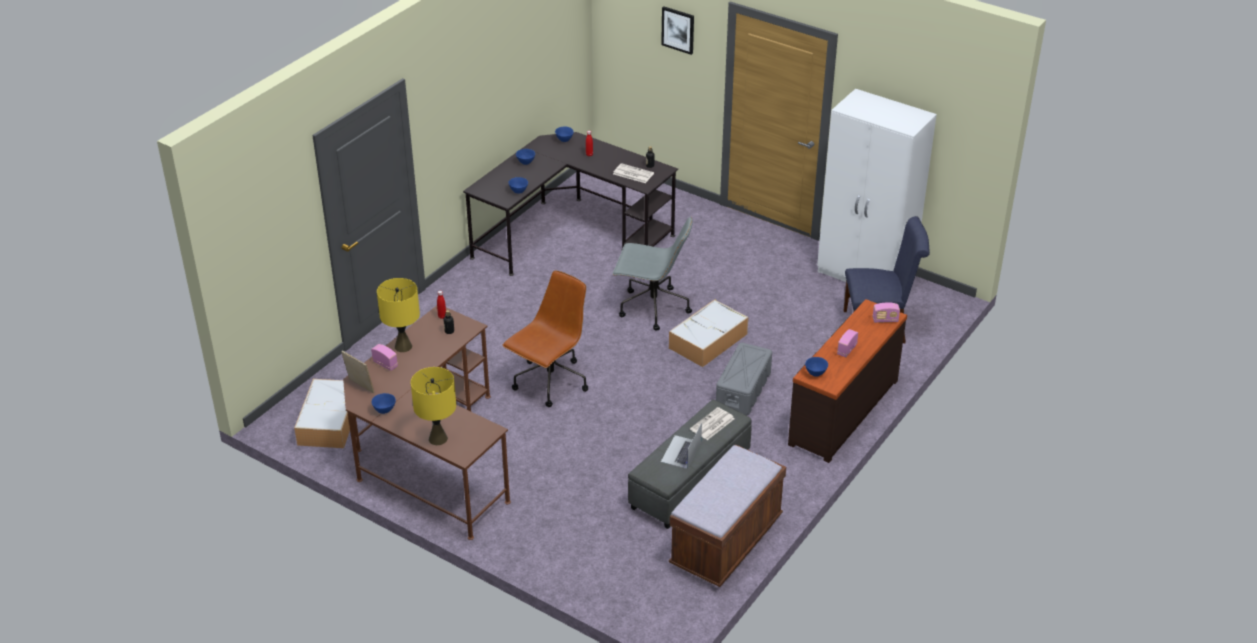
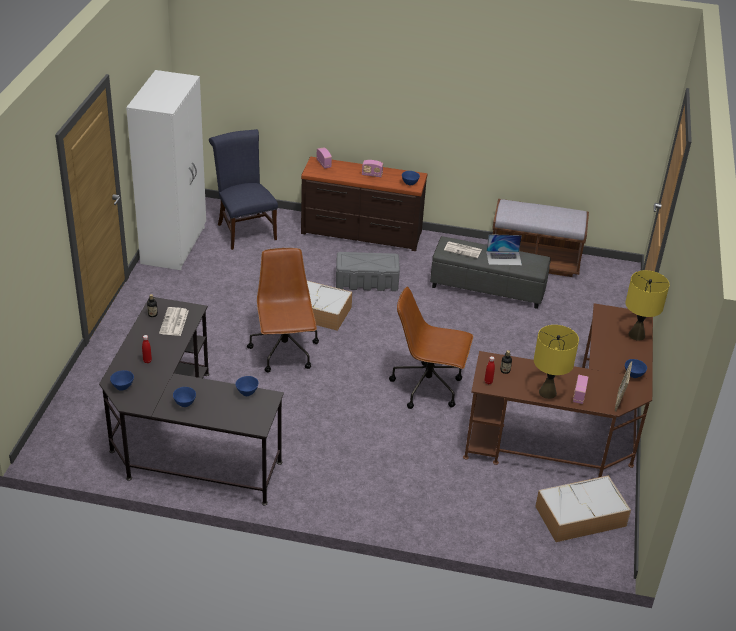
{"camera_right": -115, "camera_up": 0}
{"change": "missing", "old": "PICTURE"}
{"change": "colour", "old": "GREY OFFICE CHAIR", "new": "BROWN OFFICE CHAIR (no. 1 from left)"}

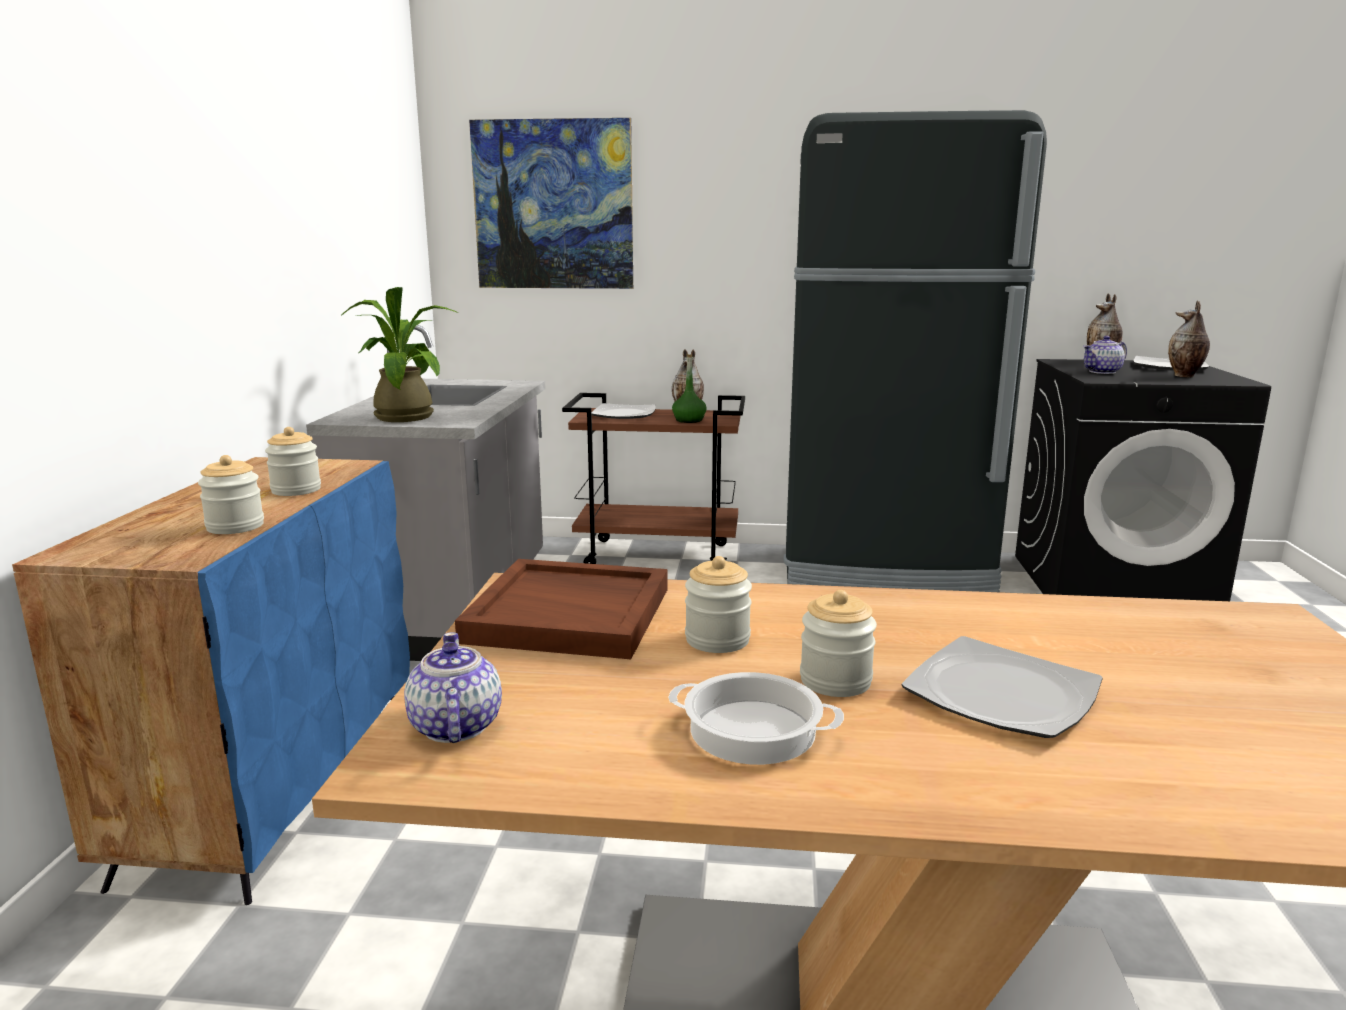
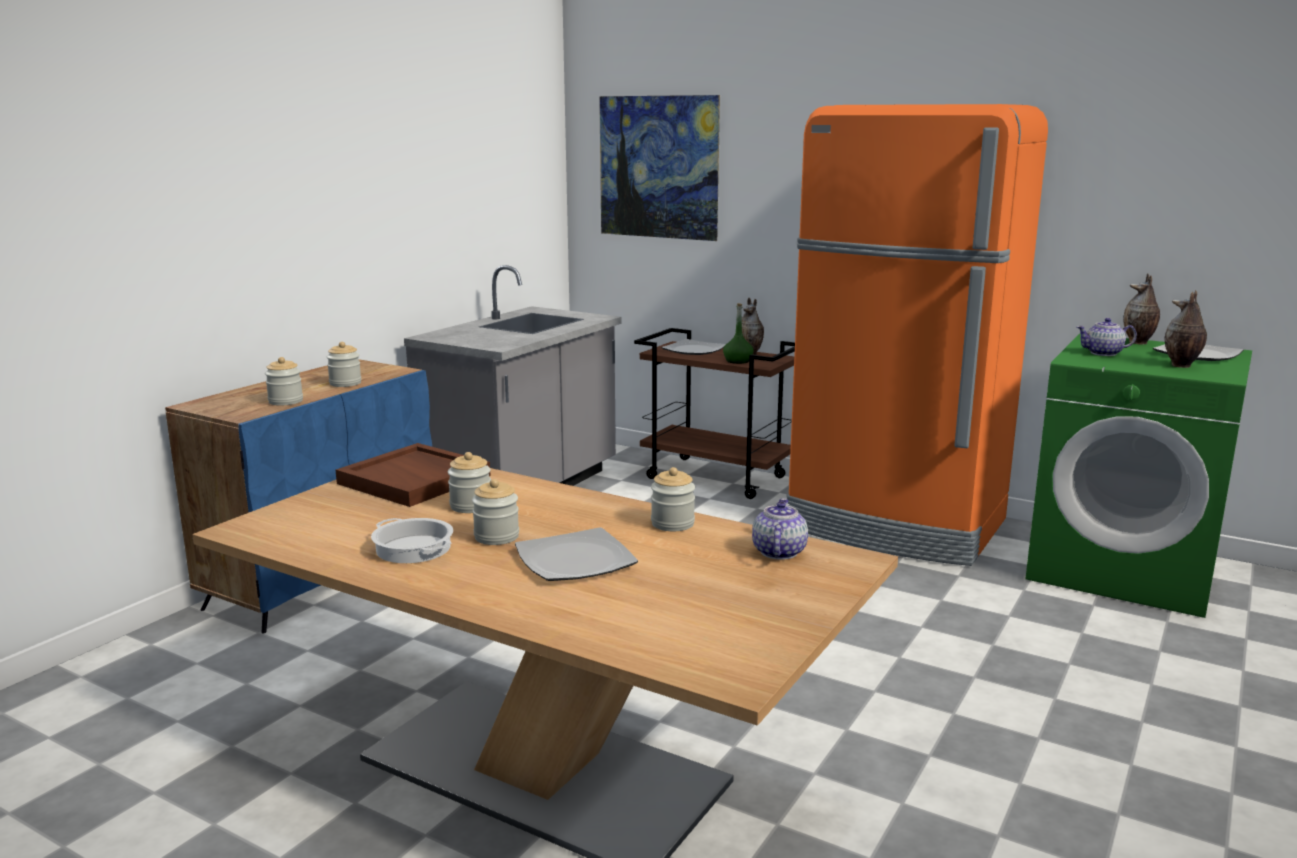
{"camera_right": 25, "camera_up": 0}
{"change": "missing", "old": "POTTED PLANT"}
{"change": "appeared", "new": "JAR (no. 5 from left)"}
{"change": "relocated", "old": "TEAPOT (no. 1 from left)"}
{"change": "colour", "old": "BLACK FRIDGE", "new": "ORANGE FRIDGE"}
{"change": "colour", "old": "BLACK WASHING MACHINE", "new": "GREEN WASHING MACHINE"}

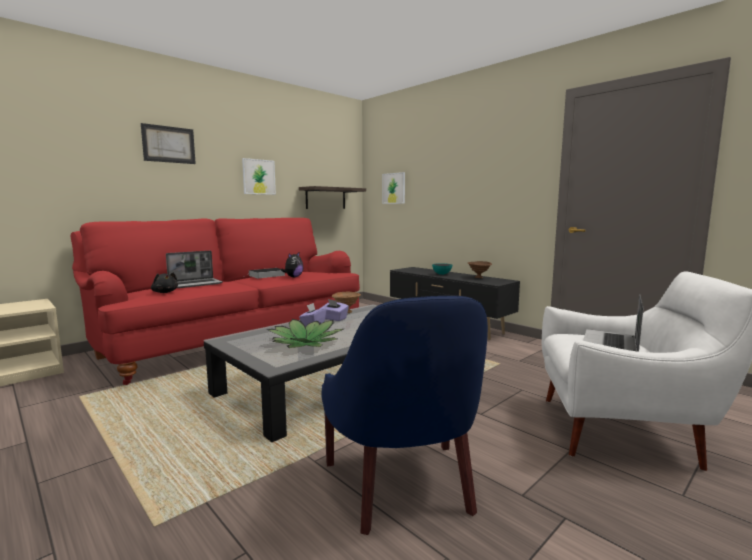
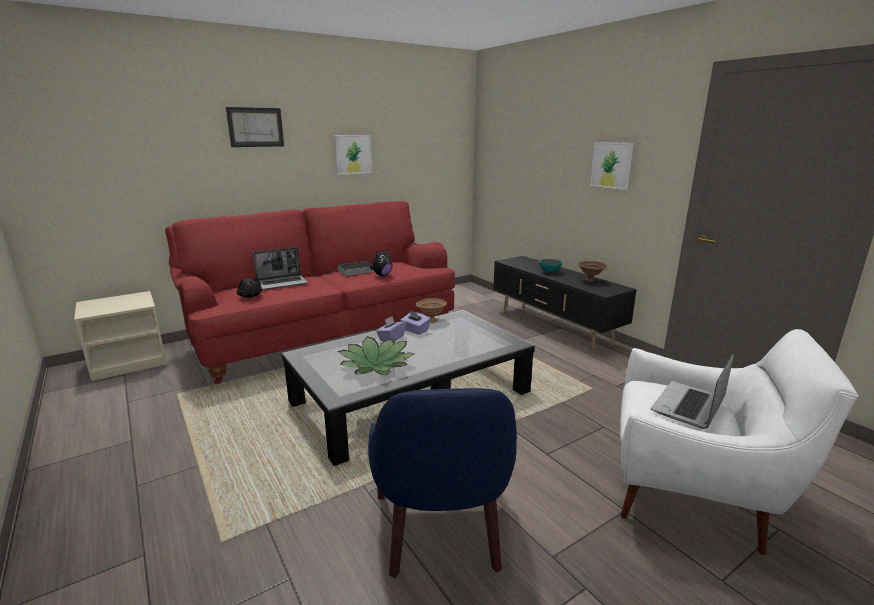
{"camera_right": 10, "camera_up": 10}
{"change": "missing", "old": "SHELF"}
{"change": "relocated", "old": "PICTURE (no. 3 from left)"}

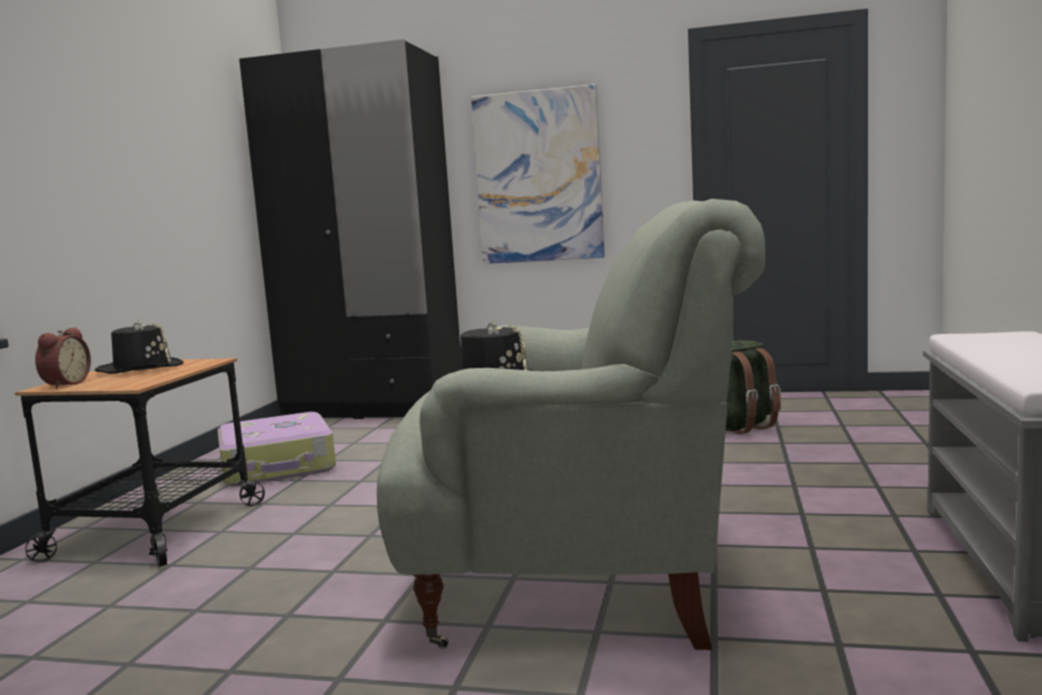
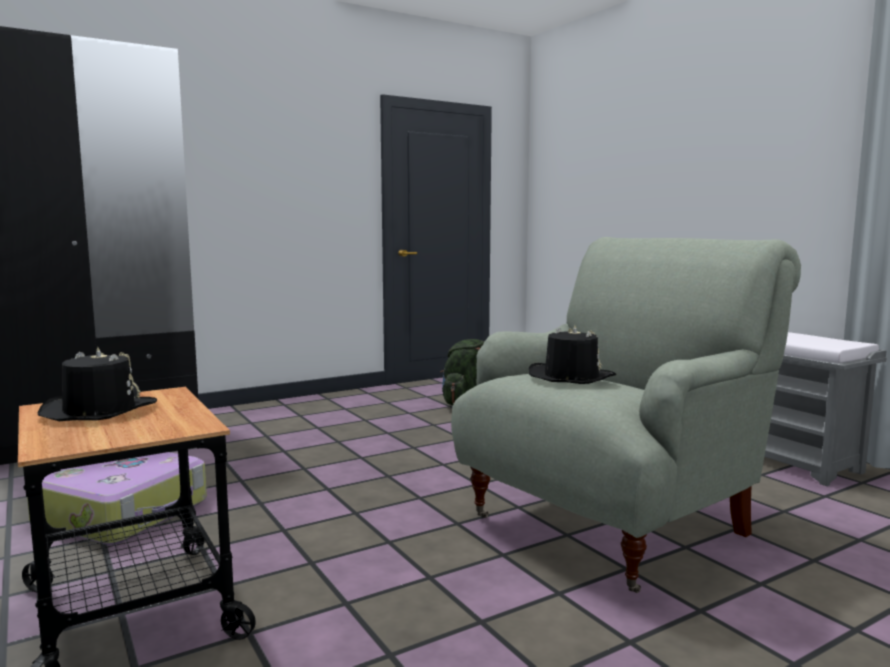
{"camera_right": -45, "camera_up": 0}
{"change": "missing", "old": "ALARM CLOCK"}
{"change": "missing", "old": "PICTURE"}

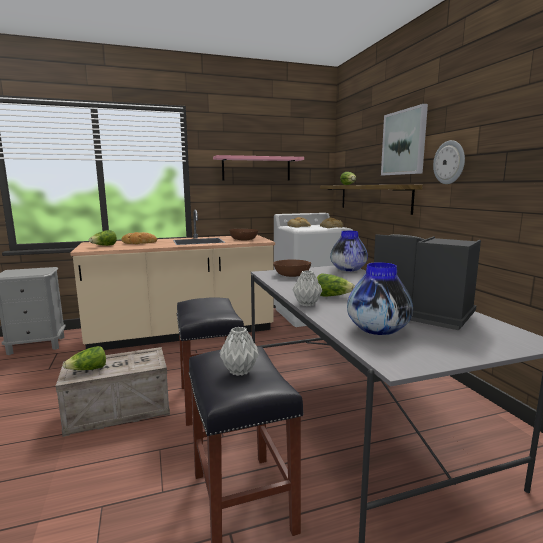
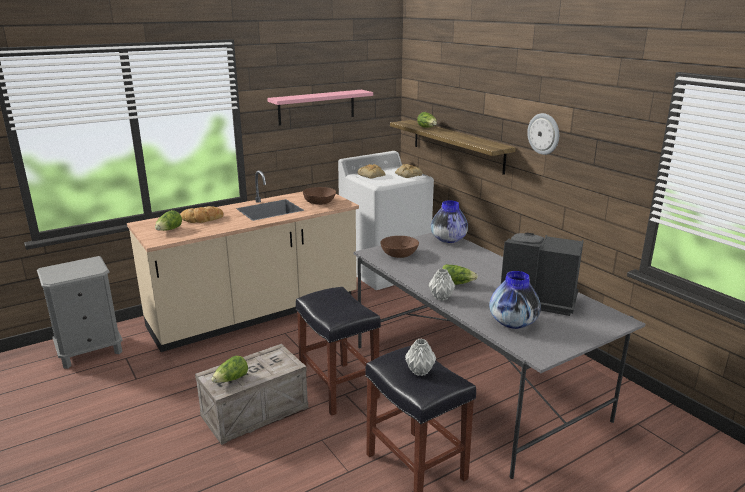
{"camera_right": -15, "camera_up": 10}
{"change": "missing", "old": "PICTURE"}

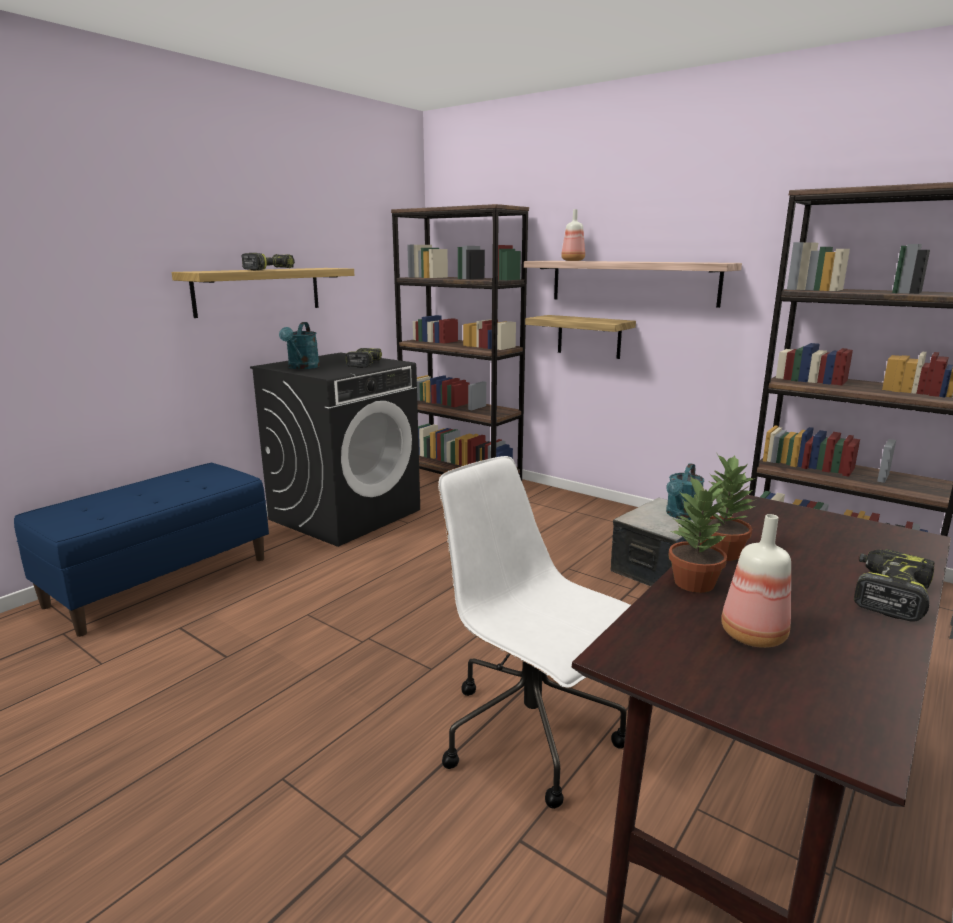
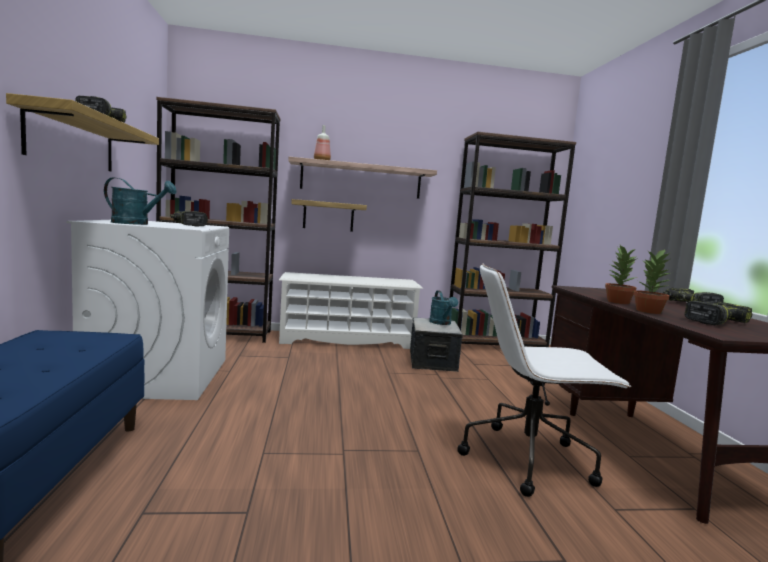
{"camera_right": -45, "camera_up": -10}
{"change": "appeared", "new": "WHITE SHOE RACK"}
{"change": "exchanged", "old": "BOTTLE (no. 2 from left)", "new": "POWER DRILL (no. 4 from left)"}
{"change": "colour", "old": "BLACK WASHING MACHINE", "new": "WHITE WASHING MACHINE"}
{"change": "spun", "old": "TURQUOISE WATERING CAN (no. 1 from left)", "degrees": -45}

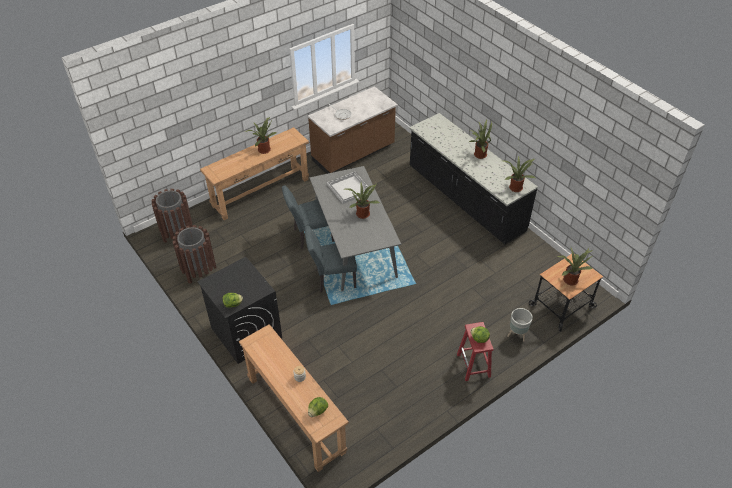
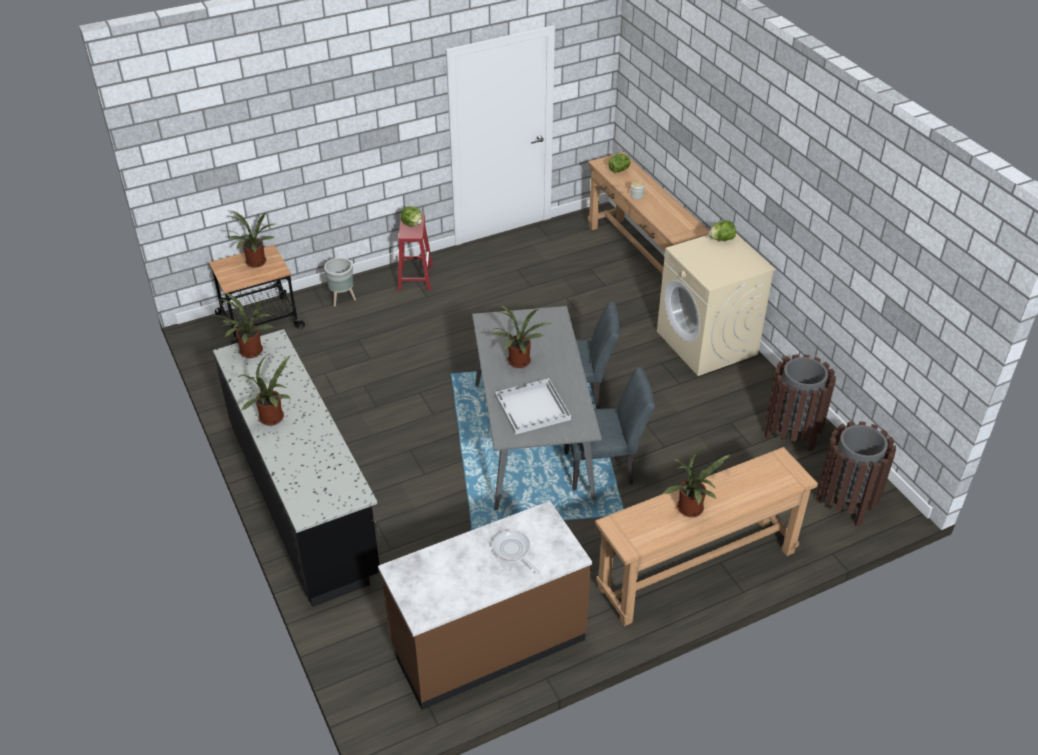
{"camera_right": -170, "camera_up": -5}
{"change": "colour", "old": "BLACK WASHING MACHINE", "new": "BEIGE WASHING MACHINE"}

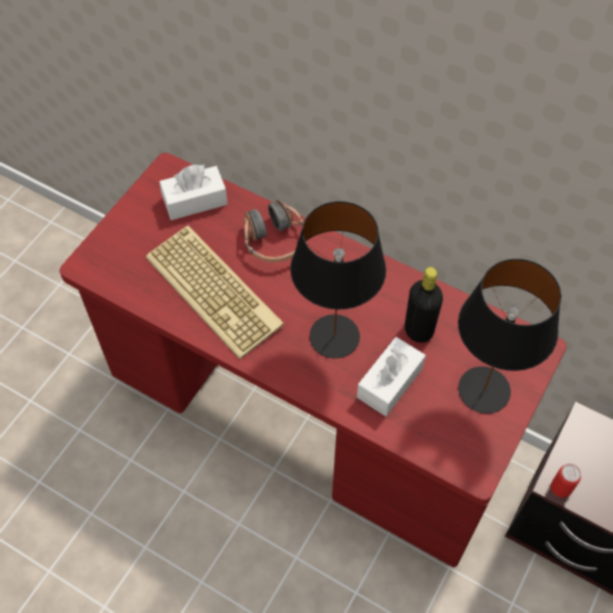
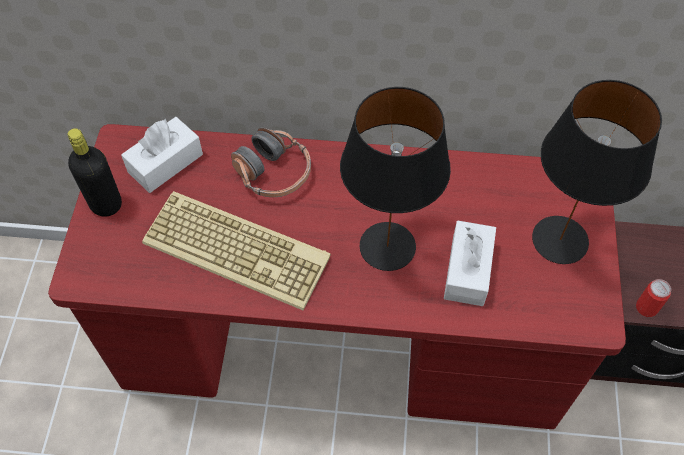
{"camera_right": -25, "camera_up": 0}
{"change": "relocated", "old": "BLACK BOTTLE"}

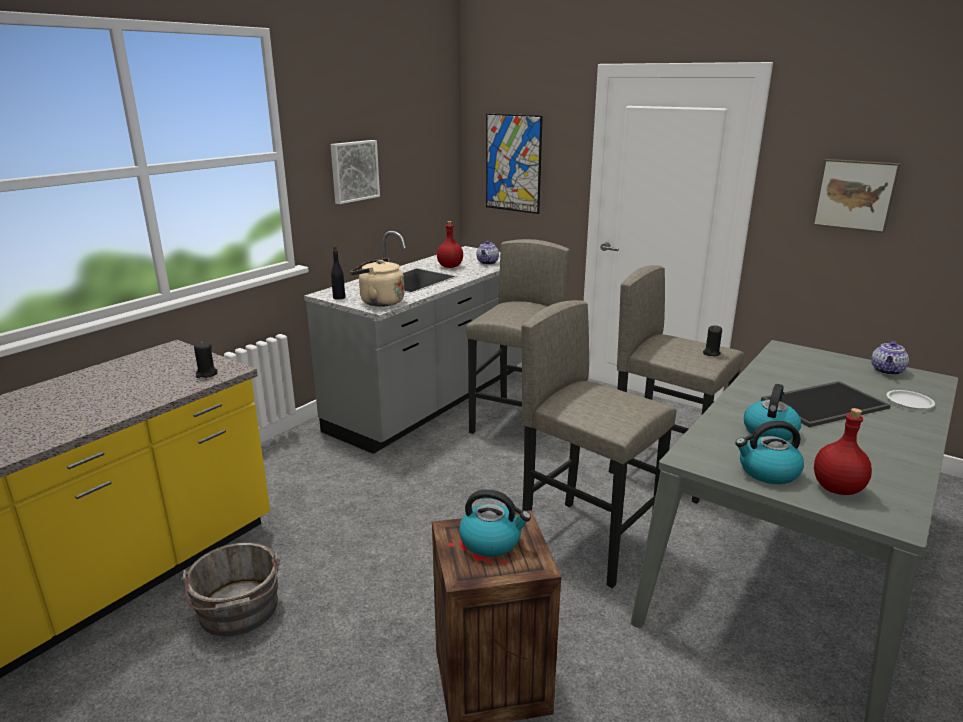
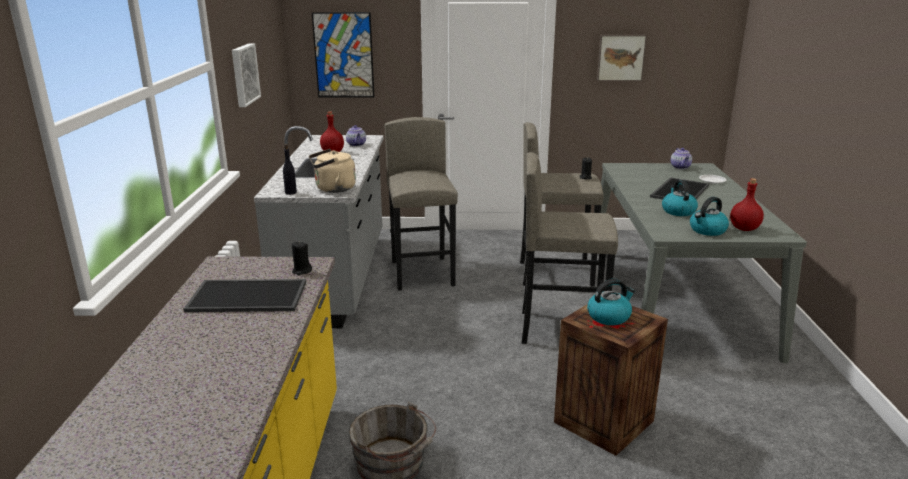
{"camera_right": -35, "camera_up": 0}
{"change": "appeared", "new": "TRAY (no. 1 from left)"}

